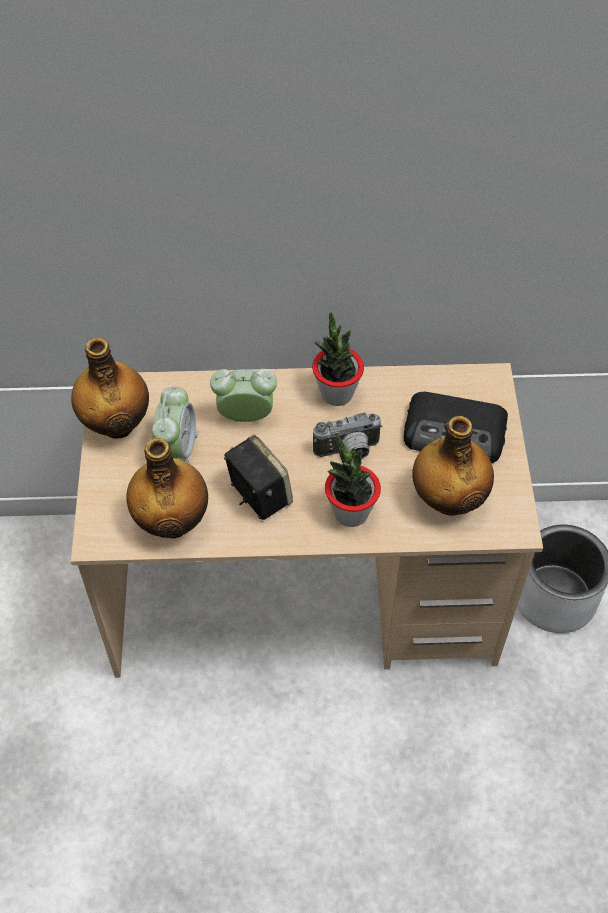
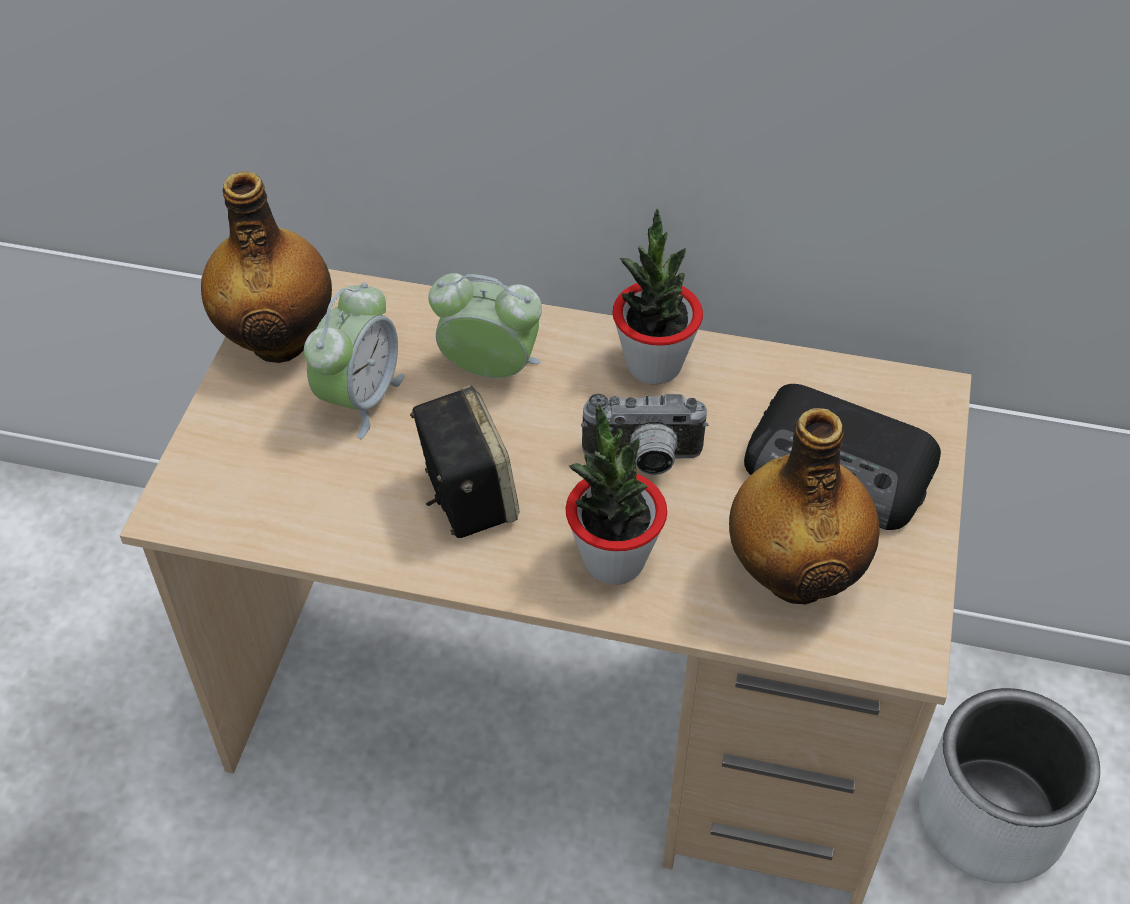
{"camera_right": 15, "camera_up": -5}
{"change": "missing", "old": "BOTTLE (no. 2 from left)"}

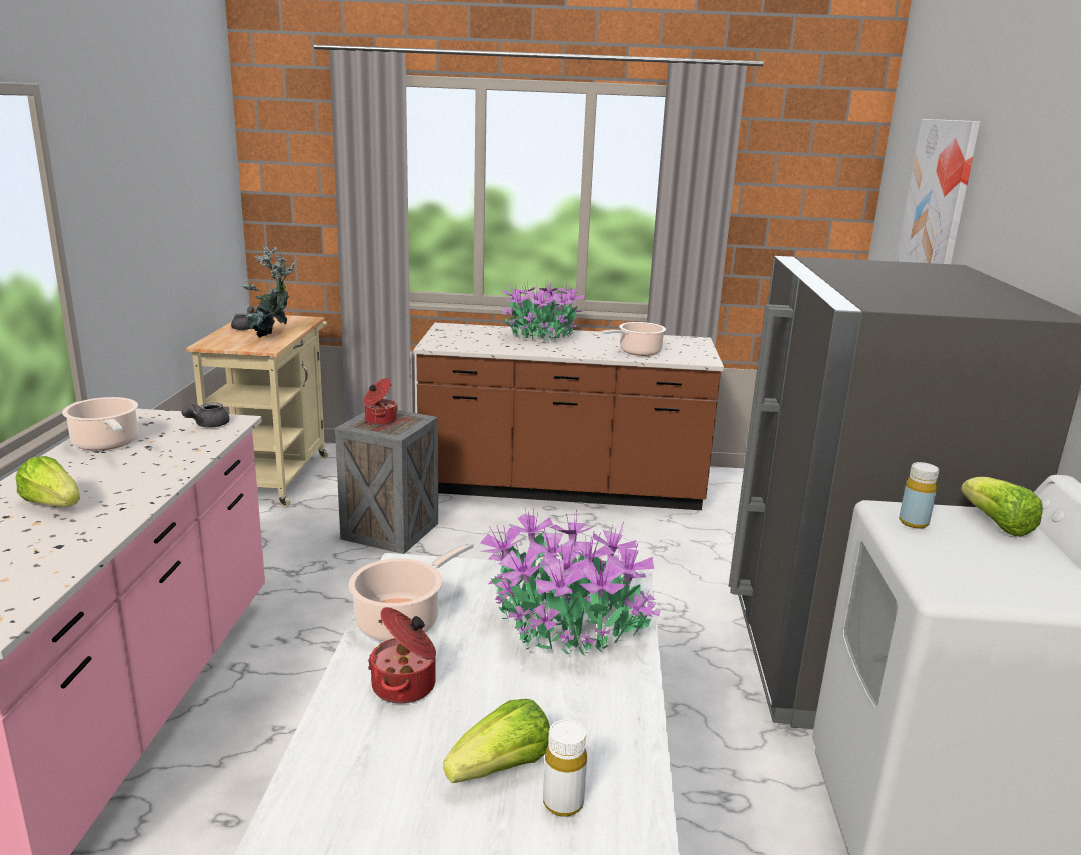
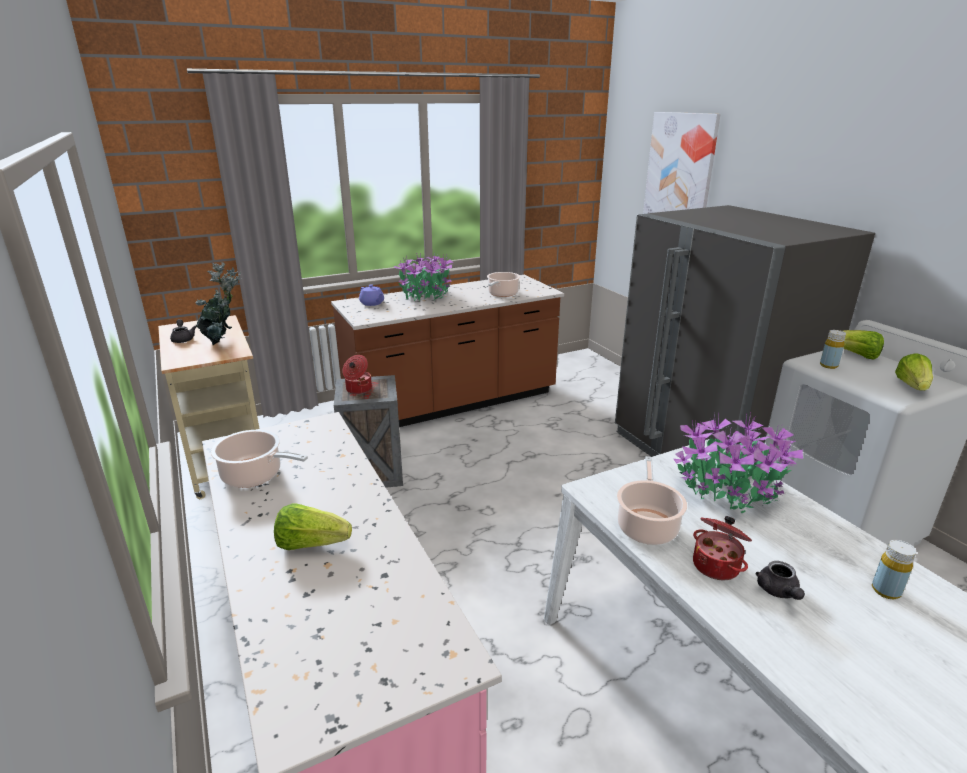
{"camera_right": -30, "camera_up": 5}
{"change": "appeared", "new": "PURPLE TEAPOT"}
{"change": "relocated", "old": "GREY TEAPOT (no. 1 from left in the first image)", "new": "GREY TEAPOT (no. 2 from left)"}
{"change": "relocated", "old": "LETTUCE (no. 2 from left in the first image)", "new": "LETTUCE (no. 3 from left)"}
{"change": "colour", "old": "WHITE BOTTLE", "new": "YELLOW BOTTLE (no. 2 from left)"}

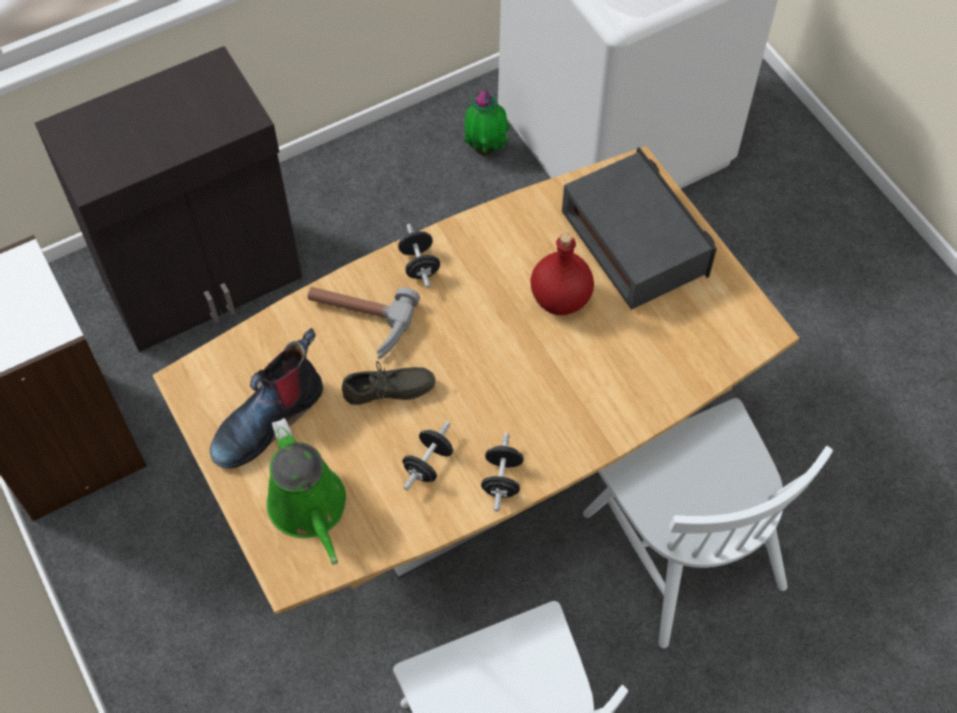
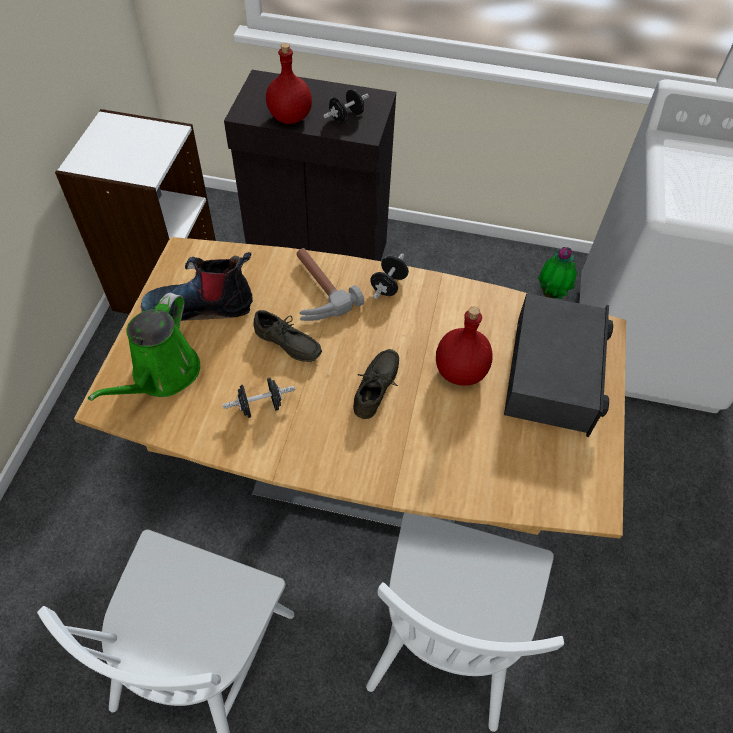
{"camera_right": 40, "camera_up": -5}
{"change": "appeared", "new": "RED BOTTLE (no. 1 from left)"}
{"change": "appeared", "new": "GREY SHOE (no. 2 from left)"}
{"change": "relocated", "old": "BLACK DUMBBELL (no. 3 from left in the first image)", "new": "BLACK DUMBBELL (no. 2 from left)"}

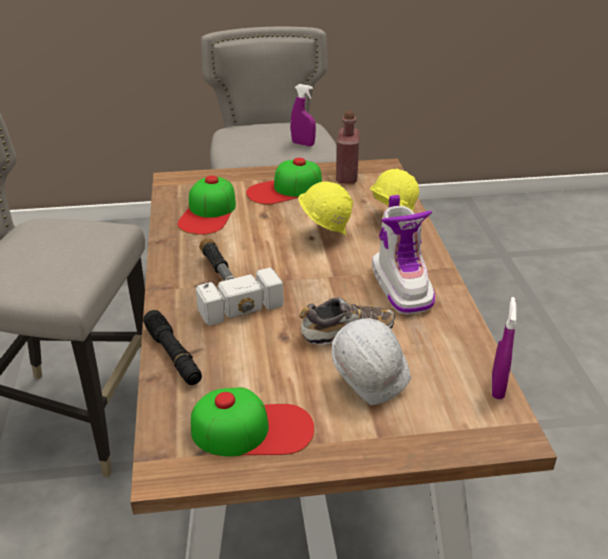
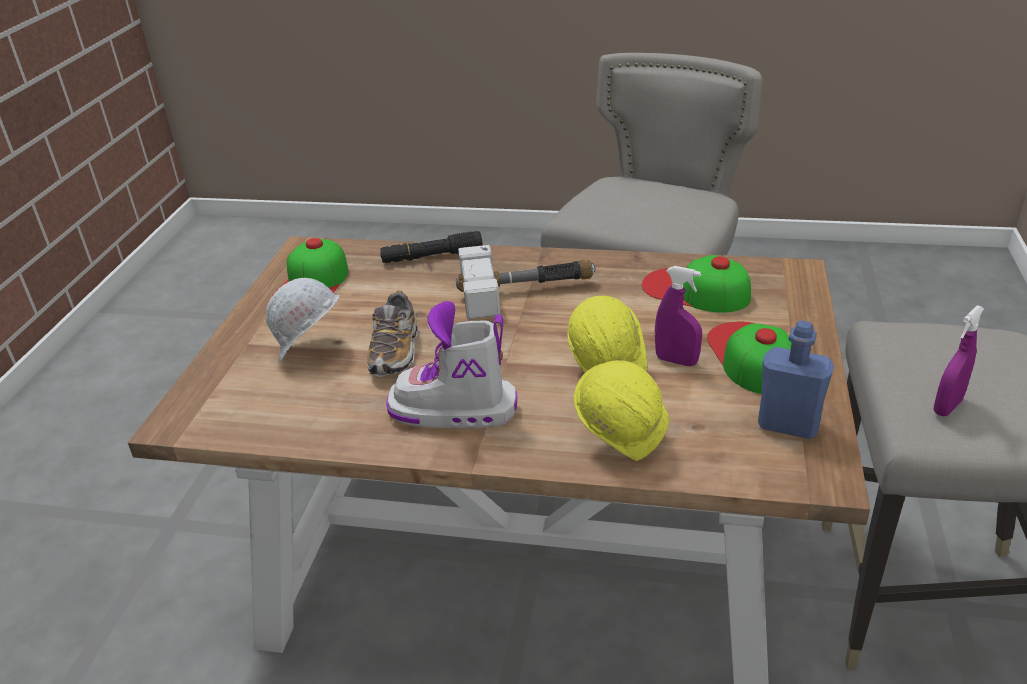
{"camera_right": 110, "camera_up": 0}
{"change": "relocated", "old": "PURPLE SPRAY BOTTLE (no. 2 from left in the first image)", "new": "PURPLE SPRAY BOTTLE (no. 1 from left)"}
{"change": "colour", "old": "RED BOTTLE", "new": "BLUE BOTTLE"}

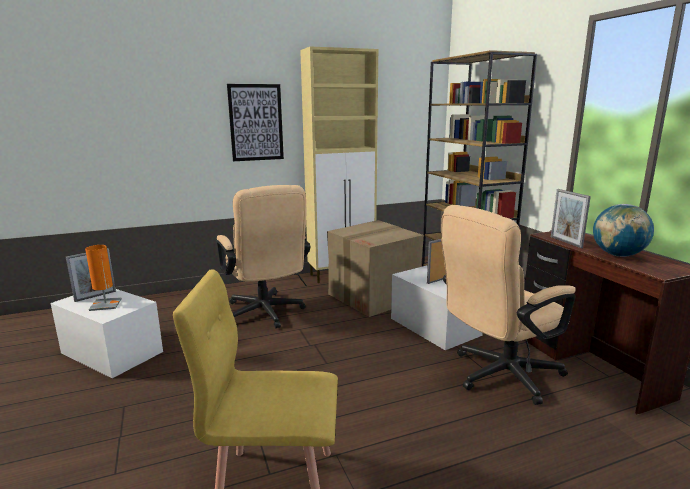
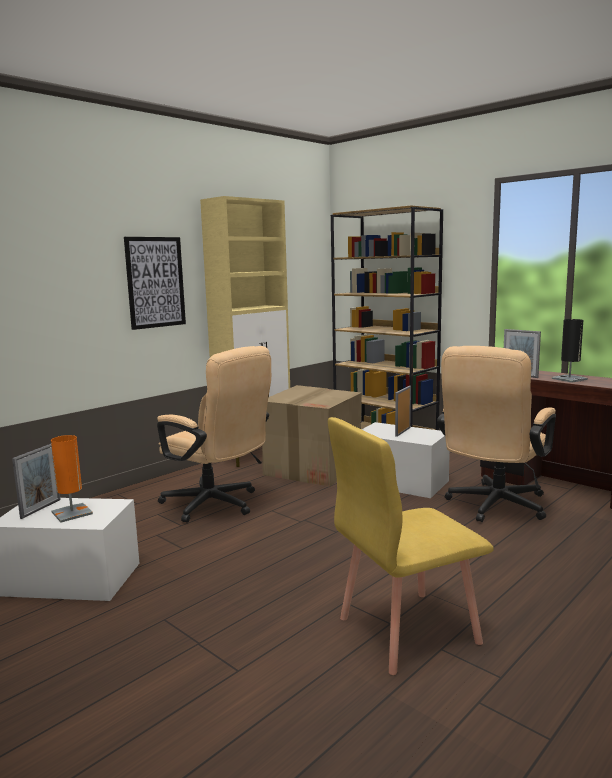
{"camera_right": -25, "camera_up": -5}
{"change": "exchanged", "old": "GLOBE", "new": "BLACK TABLE LAMP"}

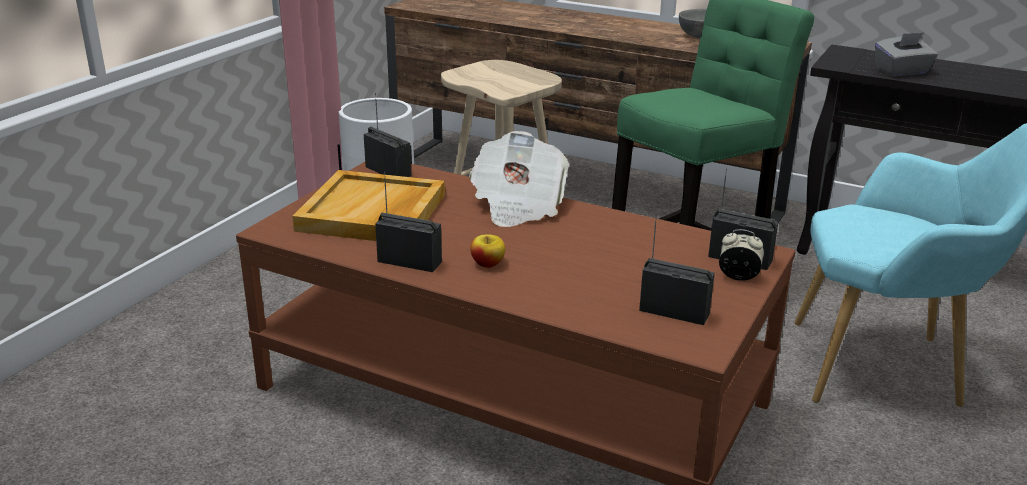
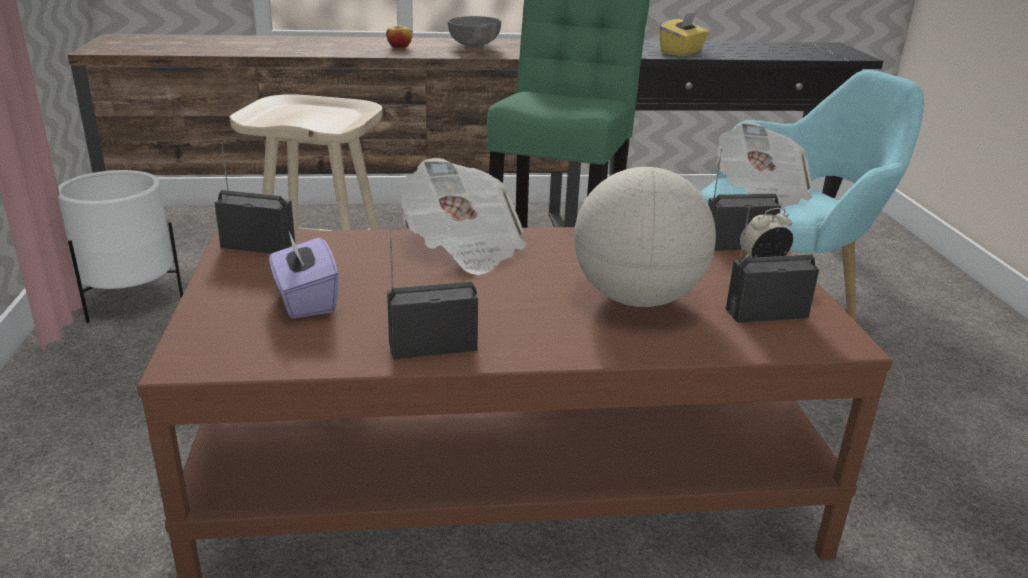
{"camera_right": -35, "camera_up": 0}
{"change": "appeared", "new": "GLOBE"}
{"change": "appeared", "new": "NEWSPAPER (no. 2 from left)"}
{"change": "relocated", "old": "APPLE"}
{"change": "exchanged", "old": "BEIGE TRAY", "new": "PURPLE TISSUE BOX"}
{"change": "colour", "old": "GREY TISSUE BOX", "new": "YELLOW TISSUE BOX"}

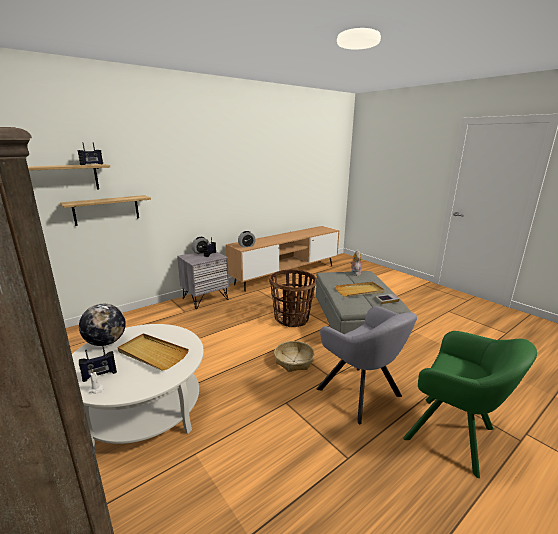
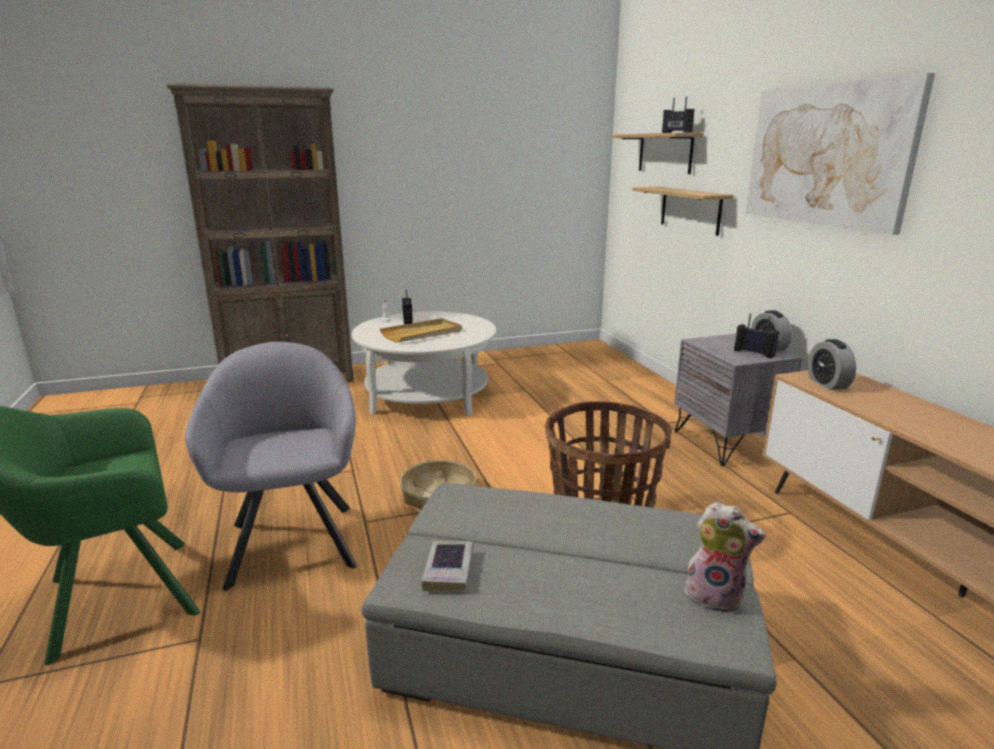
{"camera_right": 110, "camera_up": 0}
{"change": "missing", "old": "GLOBE"}
{"change": "missing", "old": "BEIGE TRAY (no. 2 from left)"}
{"change": "appeared", "new": "PICTURE"}
{"change": "spun", "old": "GREY ARMCHAIR", "degrees": 90}

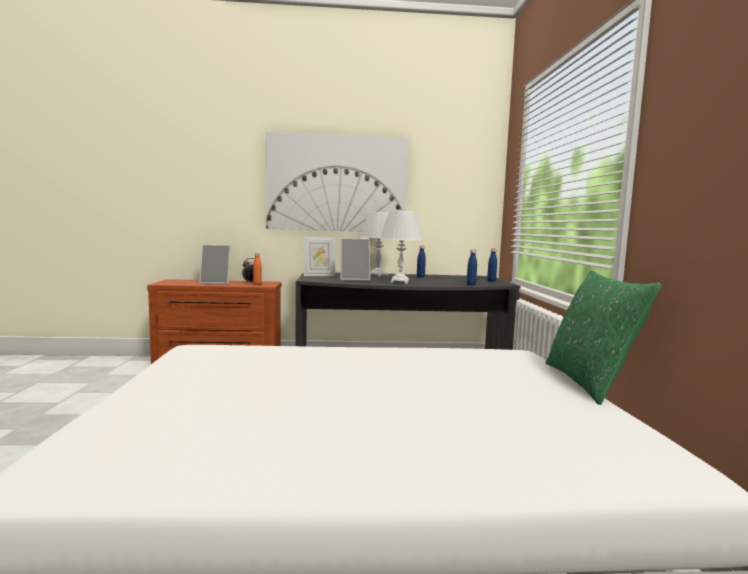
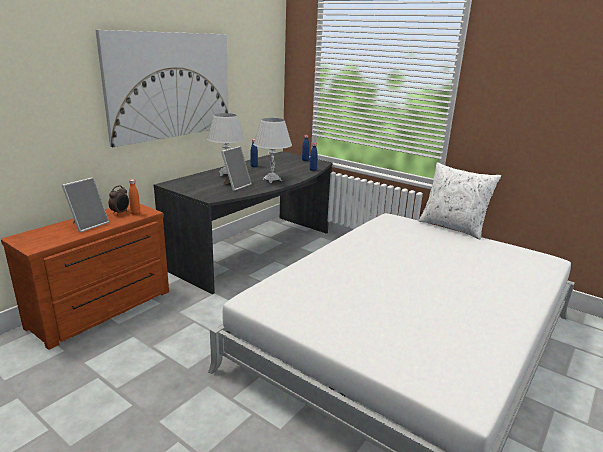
{"camera_right": -50, "camera_up": 15}
{"change": "missing", "old": "PICTURE FRAME (no. 2 from left)"}
{"change": "colour", "old": "GREEN PILLOW", "new": "WHITE PILLOW"}

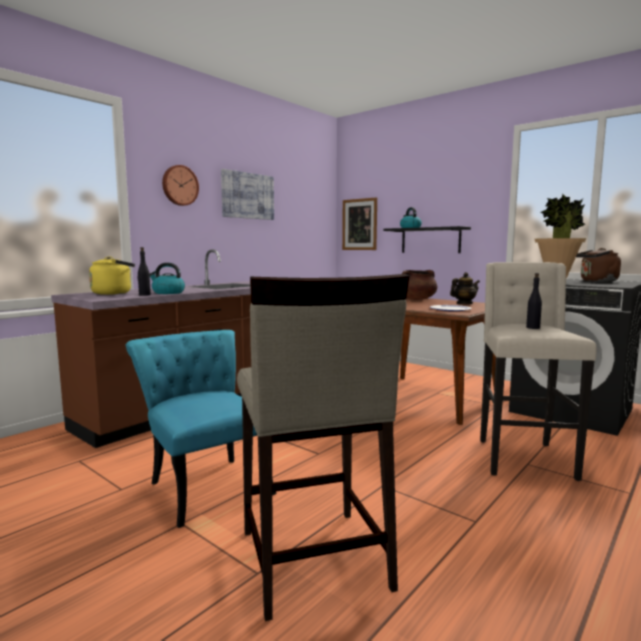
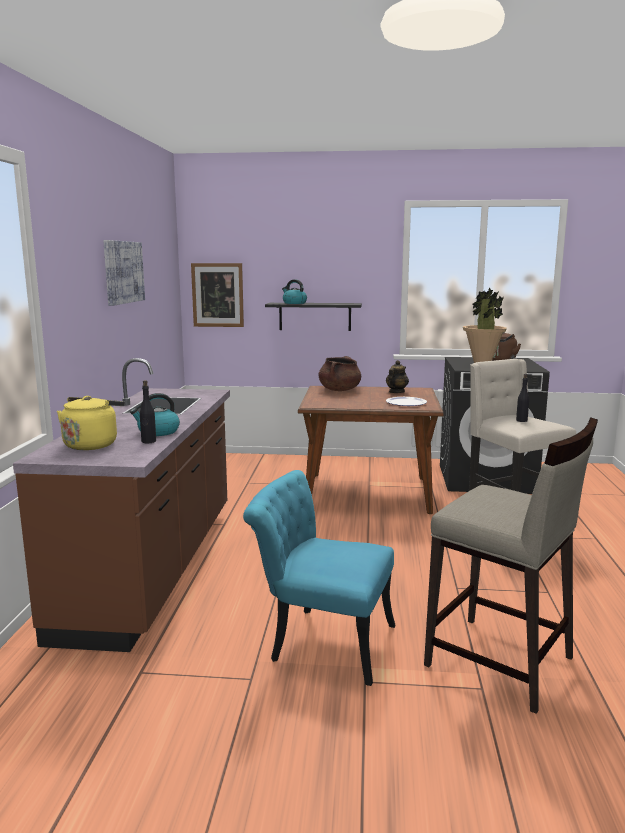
{"camera_right": -35, "camera_up": 5}
{"change": "missing", "old": "WALL CLOCK"}

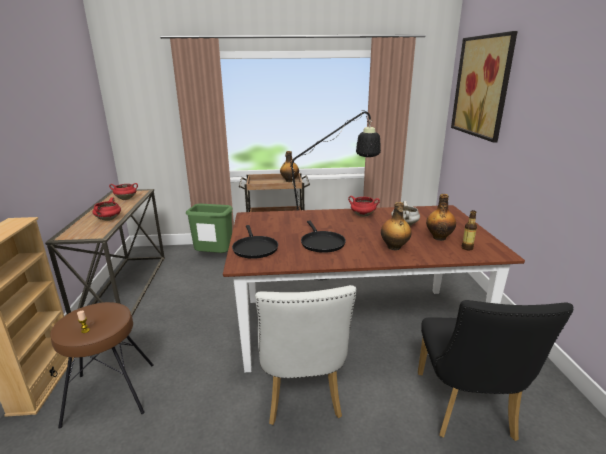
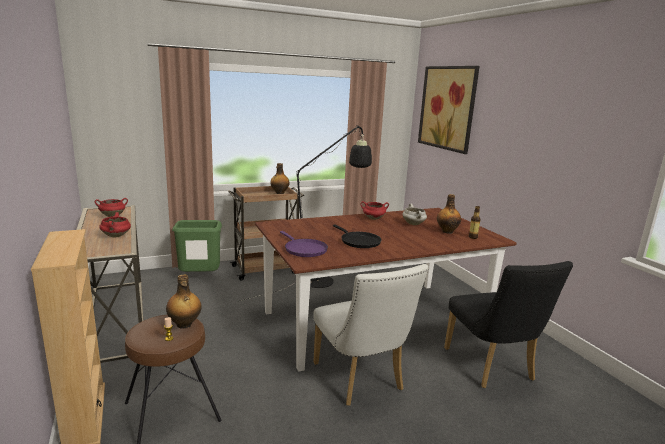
{"camera_right": -20, "camera_up": -5}
{"change": "relocated", "old": "BOTTLE (no. 2 from left in the first image)", "new": "BOTTLE (no. 1 from left)"}
{"change": "colour", "old": "BLACK FRYING PAN (no. 1 from left)", "new": "PURPLE FRYING PAN"}

